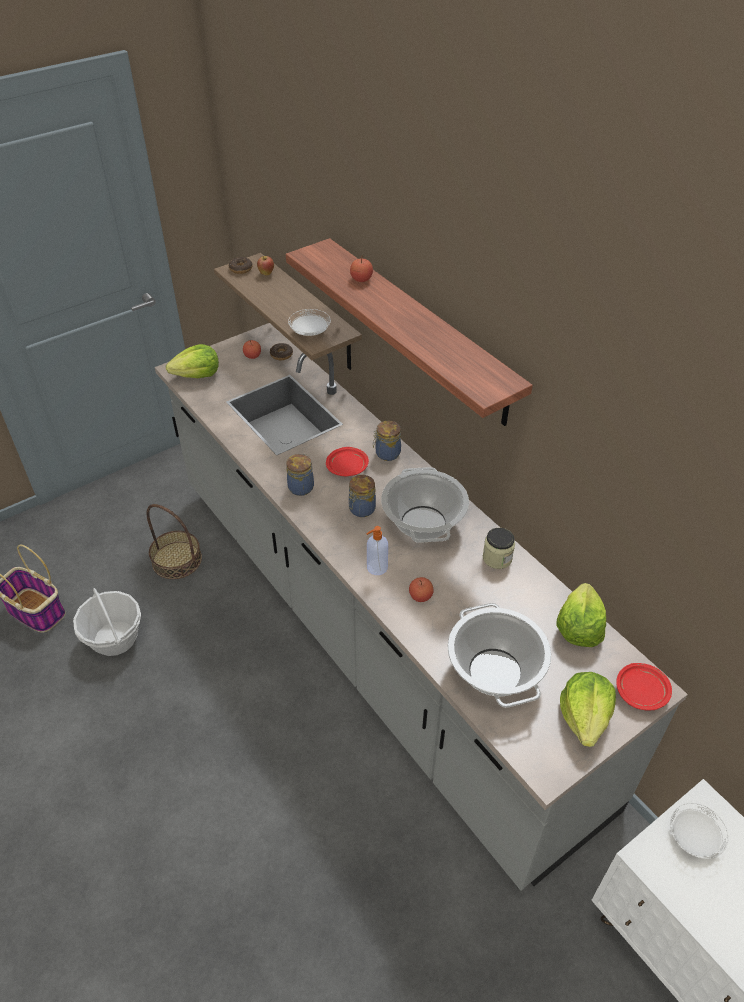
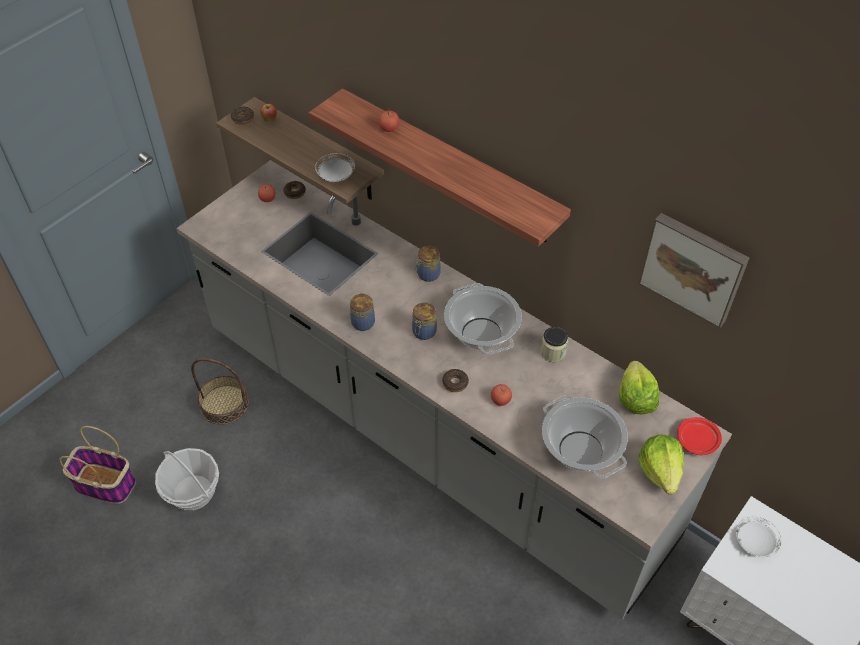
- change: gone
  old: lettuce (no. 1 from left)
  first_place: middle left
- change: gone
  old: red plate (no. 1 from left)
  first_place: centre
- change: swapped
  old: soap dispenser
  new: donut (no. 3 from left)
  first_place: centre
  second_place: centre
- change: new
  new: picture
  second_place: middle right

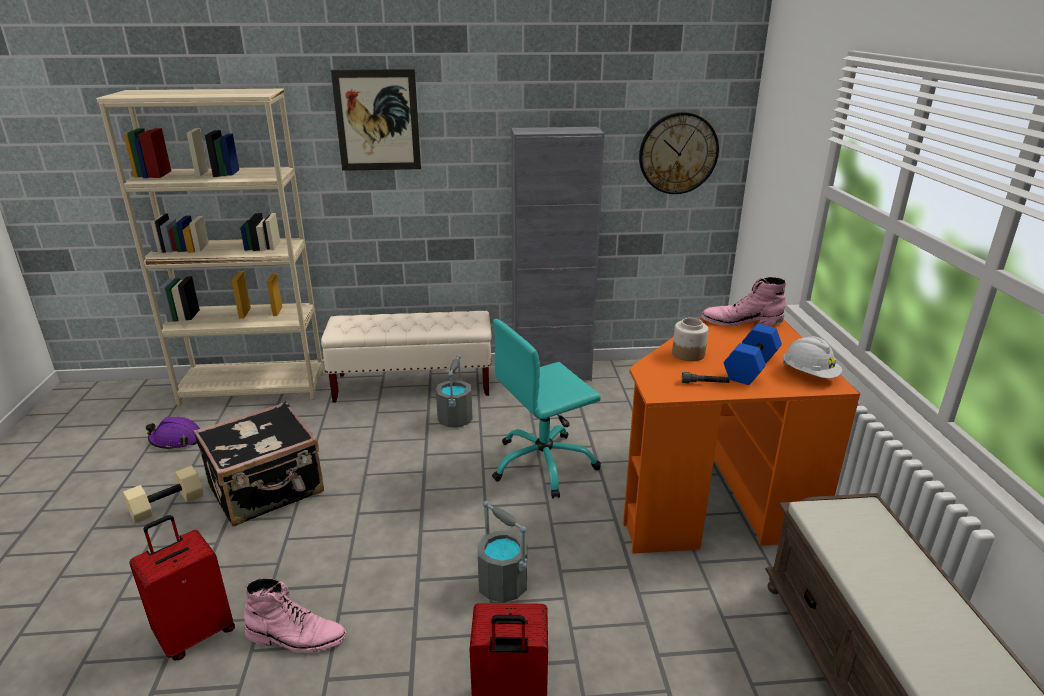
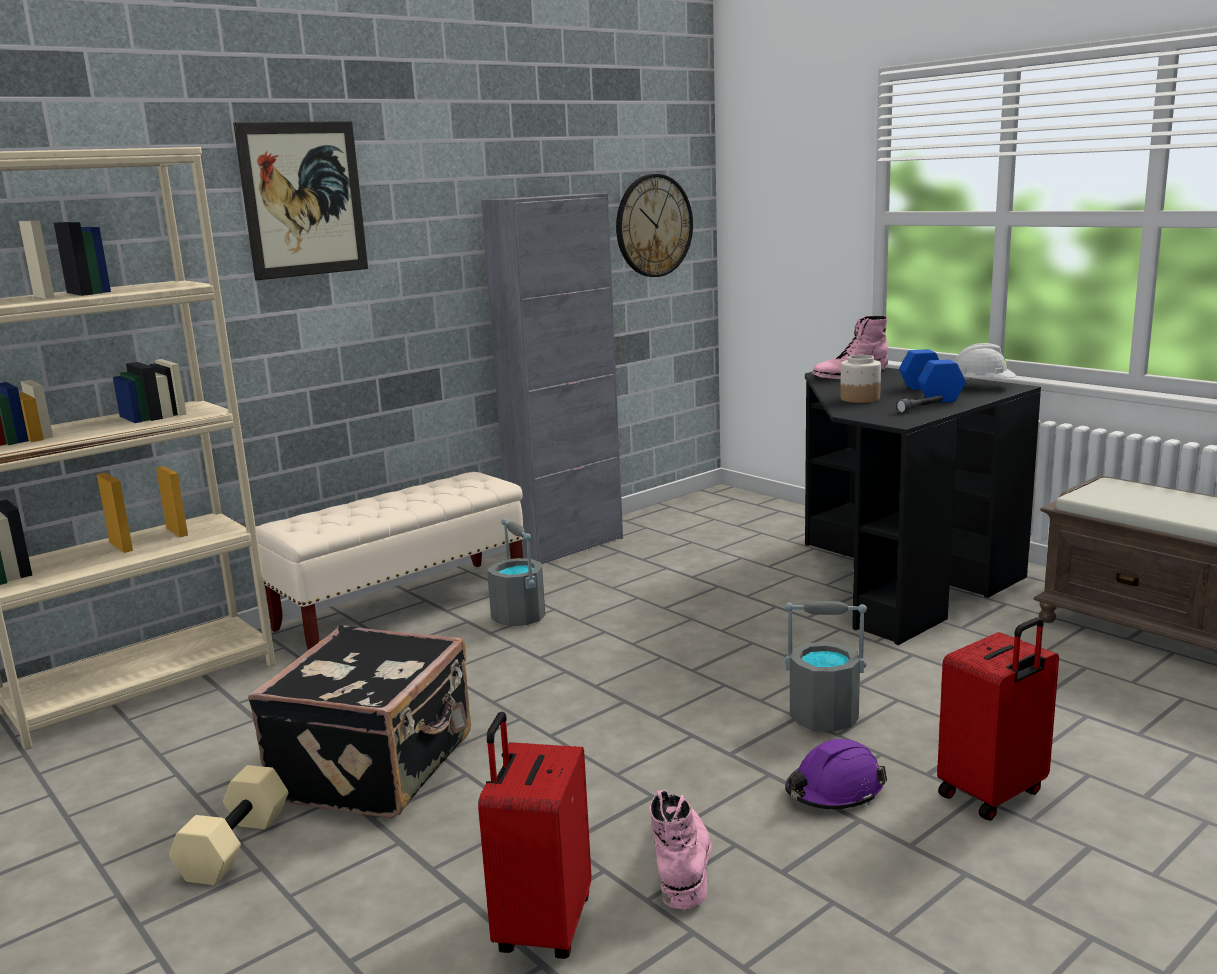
- change: repainted
  old: orange desk
  new: black desk
  first_place: middle right
  second_place: middle right
- change: gone
  old: turquoise office chair
  first_place: centre
- change: shifted
  old: purple hard hat
  first_place: middle left
  second_place: bottom right
- change: rotated
  old: pink boot (no. 1 from left)
  first_place: bottom left
  second_place: bottom centre
  degrees: -60

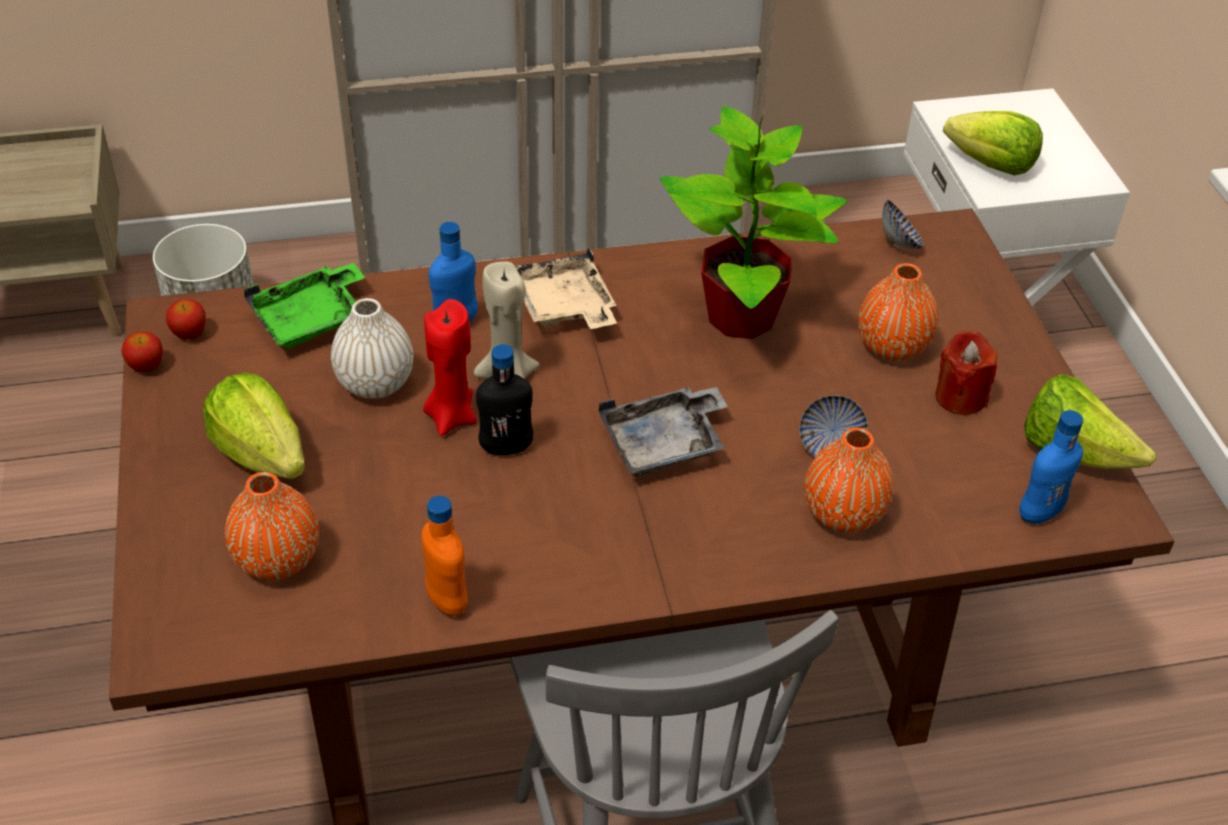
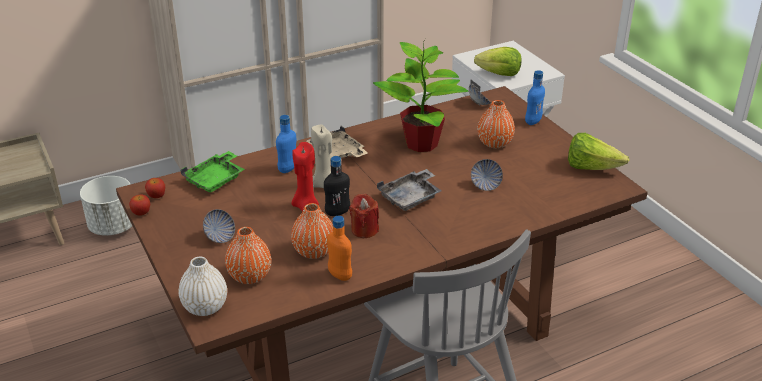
- change: shifted
  old: white vase
  first_place: middle left
  second_place: bottom left
- change: shifted
  old: red candle (no. 2 from left)
  first_place: middle right
  second_place: centre
- change: swapped
  old: lettuce (no. 1 from left)
  new: bowl (no. 1 from left)
  first_place: middle left
  second_place: middle left
- change: shifted
  old: blue bottle (no. 2 from left)
  first_place: middle right
  second_place: top right
- change: shifted
  old: orange vase (no. 2 from left)
  first_place: middle right
  second_place: centre

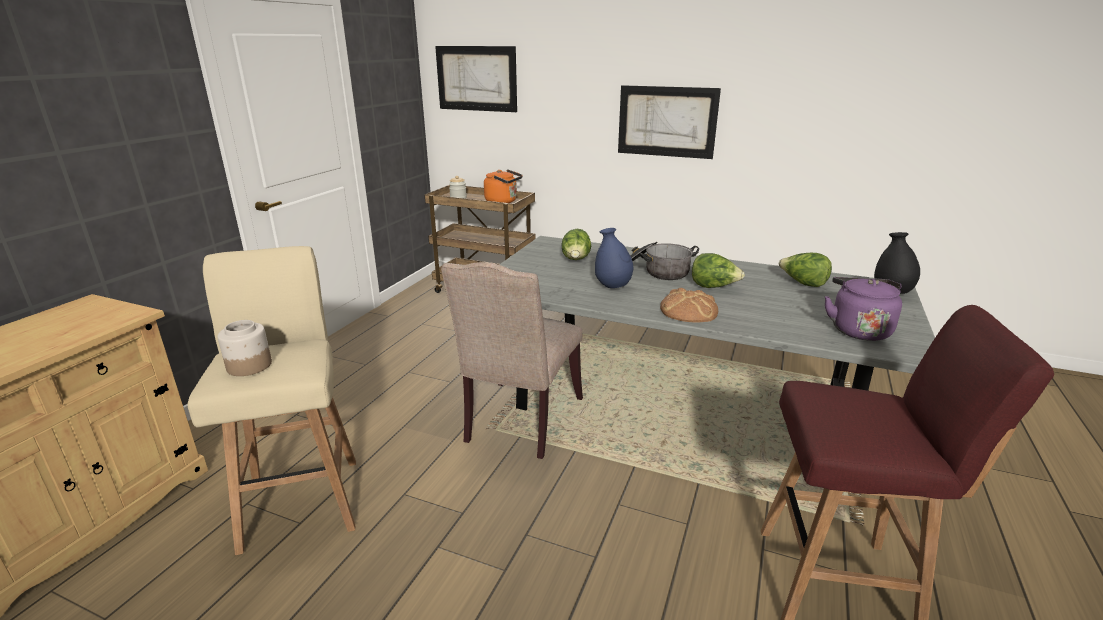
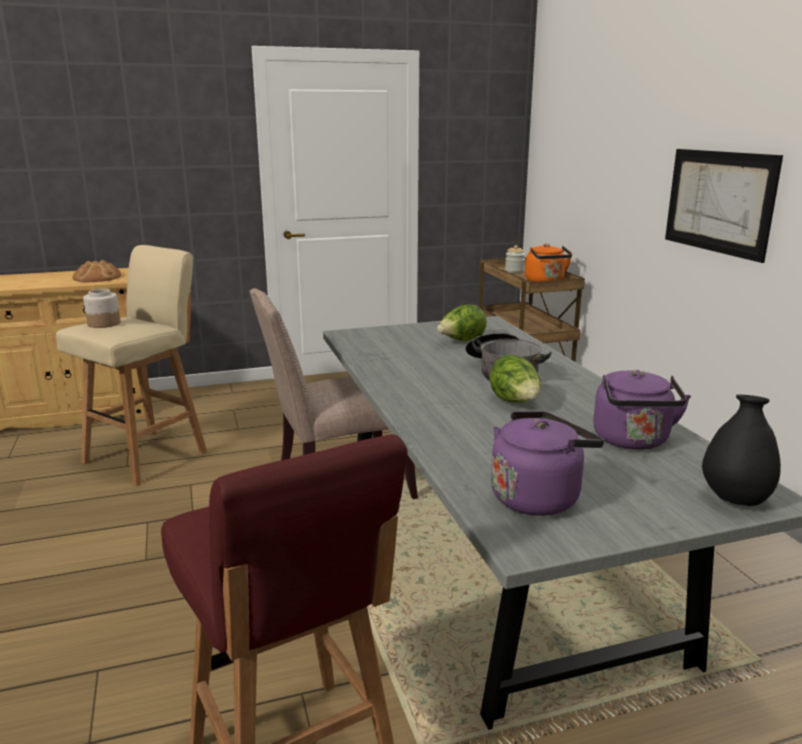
- change: gone
  old: picture (no. 1 from left)
  first_place: top centre
- change: gone
  old: blue vase
  first_place: centre
- change: swapped
  old: lettuce (no. 3 from left)
  new: purple kettle (no. 2 from left)
  first_place: middle right
  second_place: middle right
- change: shifted
  old: bread
  first_place: centre
  second_place: middle left

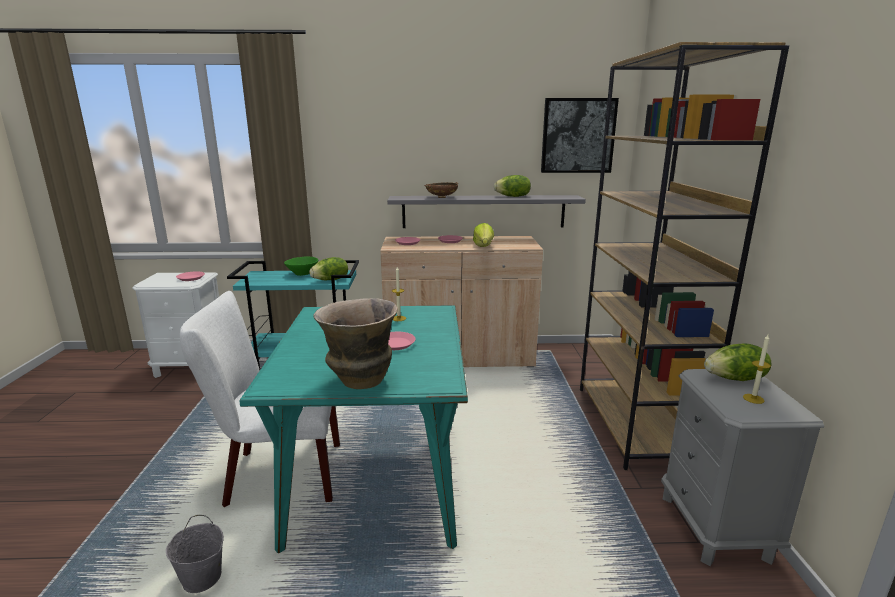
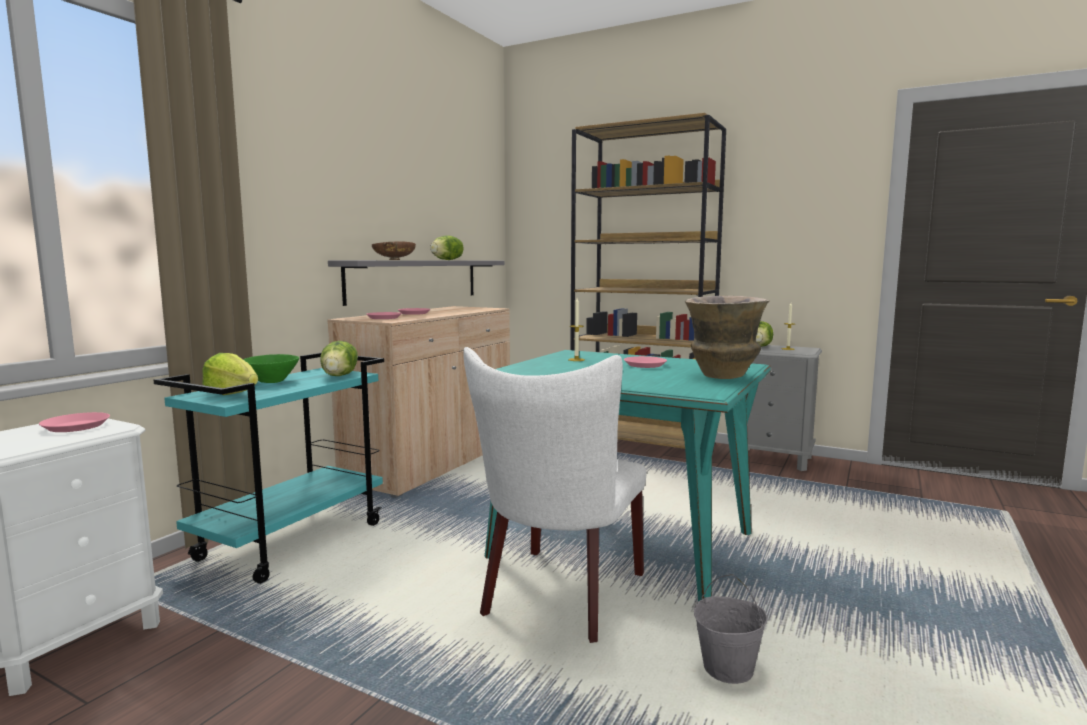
- change: gone
  old: picture
  first_place: top centre
- change: shifted
  old: lettuce (no. 2 from left in the first image)
  new: lettuce (no. 1 from left)
  first_place: centre
  second_place: middle left

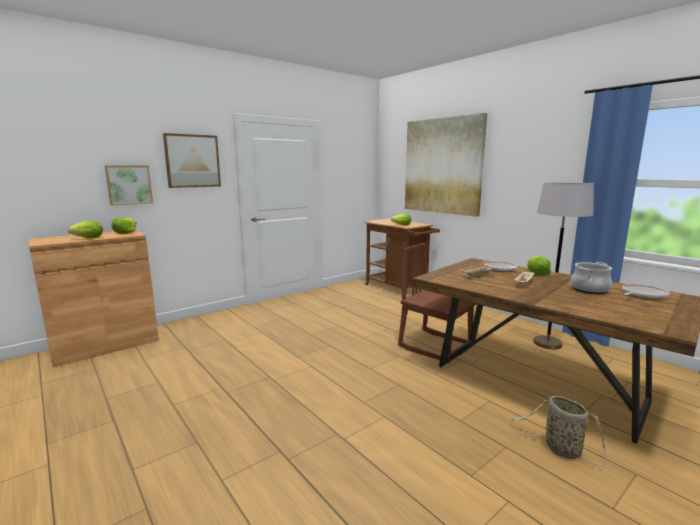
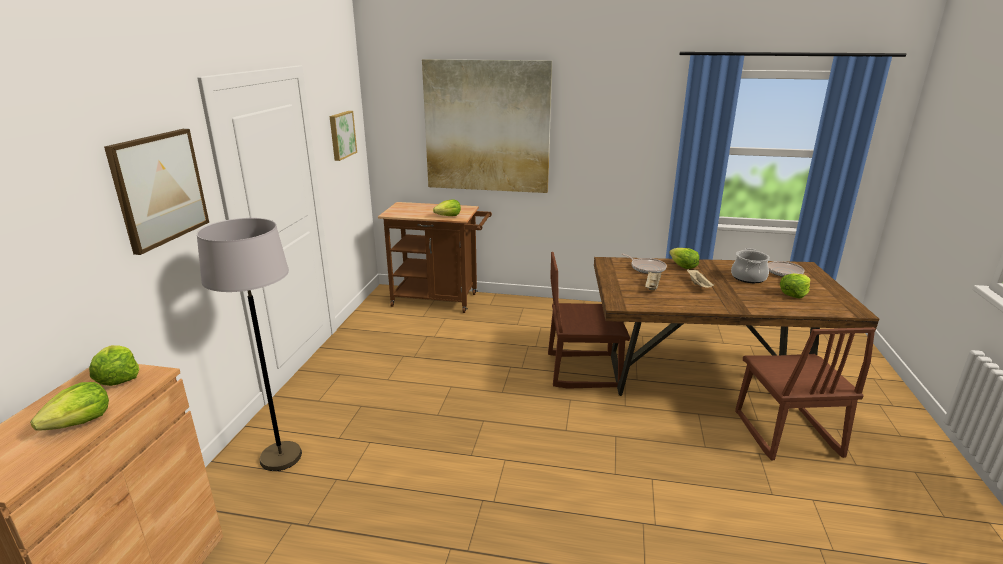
- change: shifted
  old: picture (no. 1 from left in the first image)
  new: picture (no. 2 from left)
  first_place: middle left
  second_place: top centre
- change: shifted
  old: grey floor lamp
  first_place: middle right
  second_place: middle left
- change: swapped
  old: basket
  new: brown chair (no. 2 from left)
  first_place: bottom right
  second_place: bottom right
- change: new
  new: lettuce (no. 5 from left)
  second_place: middle right

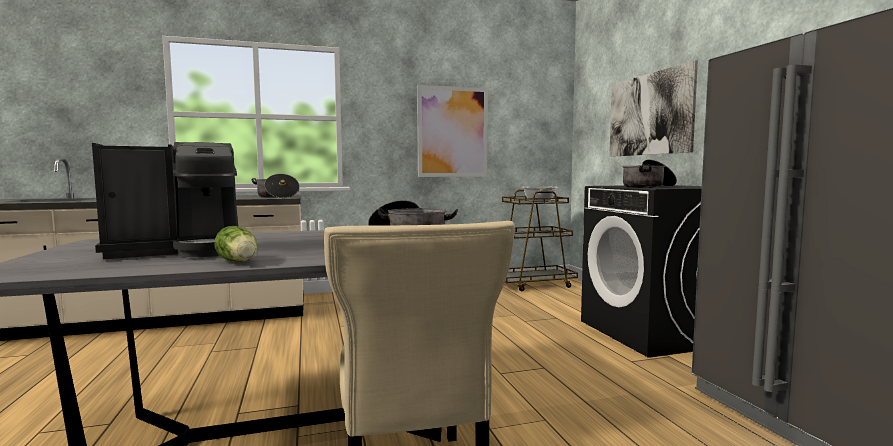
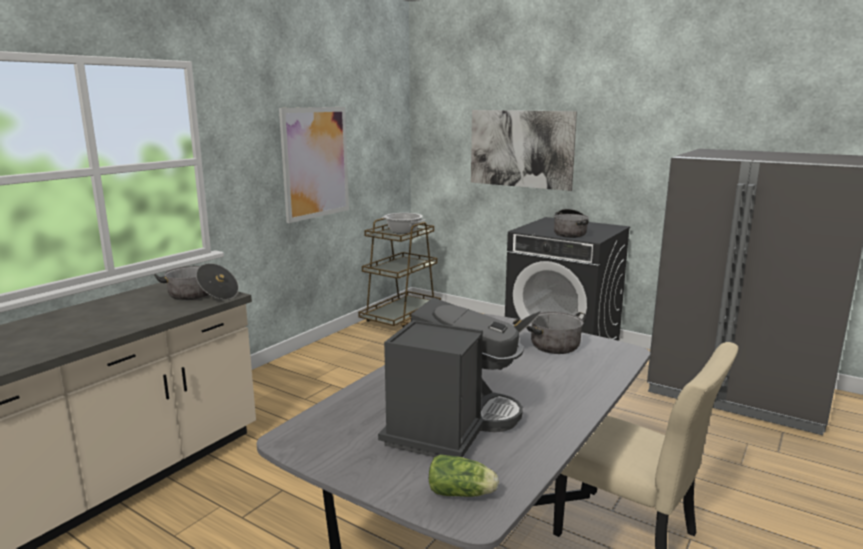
- change: shifted
  old: lettuce
  first_place: middle left
  second_place: bottom centre

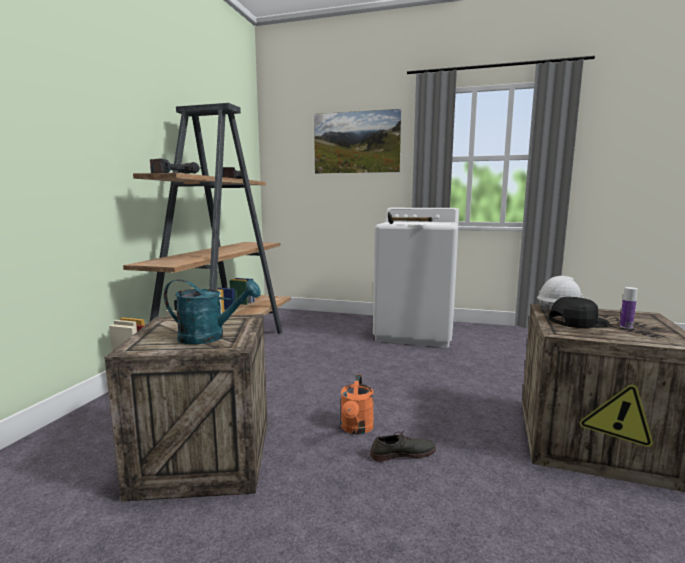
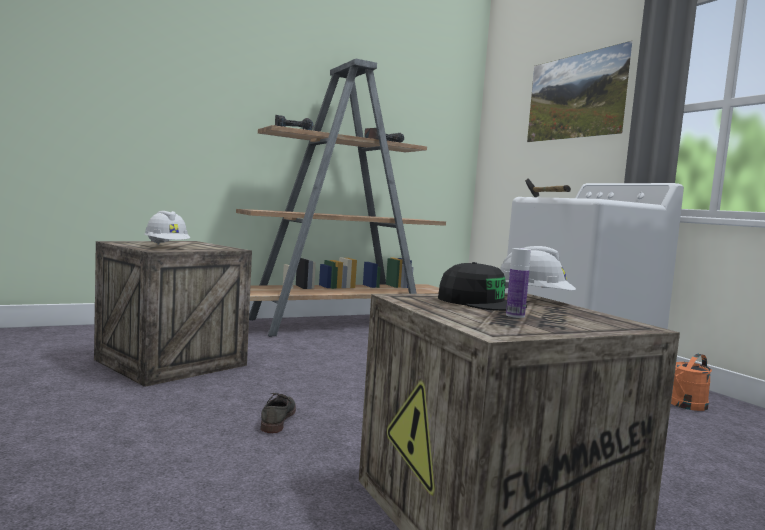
- change: swapped
  old: turquoise watering can
  new: white hard hat (no. 1 from left)
  first_place: middle left
  second_place: middle left
- change: shifted
  old: orange watering can
  first_place: bottom centre
  second_place: bottom right
- change: rotated
  old: grey shoe
  first_place: bottom centre
  second_place: bottom centre
  degrees: -120

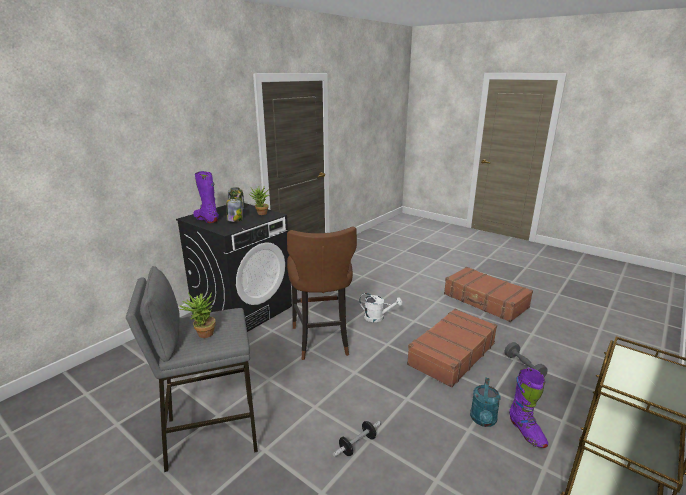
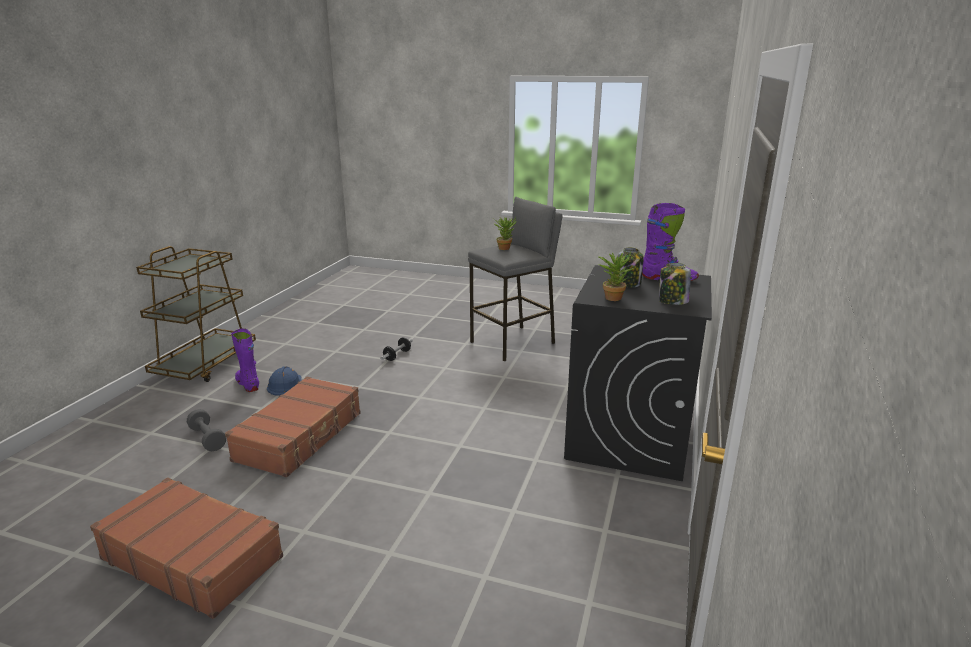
- change: gone
  old: brown stool
  first_place: centre
- change: gone
  old: white watering can
  first_place: centre
- change: swapped
  old: turquoise watering can
  new: blue hard hat
  first_place: bottom right
  second_place: middle left

